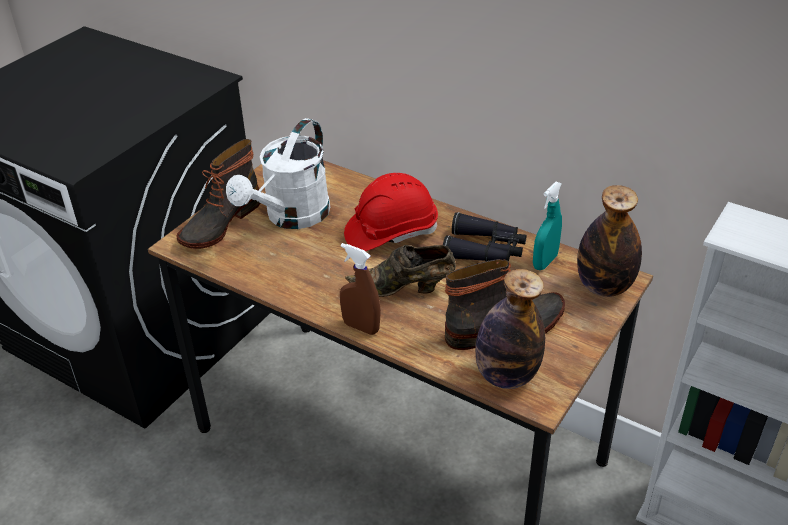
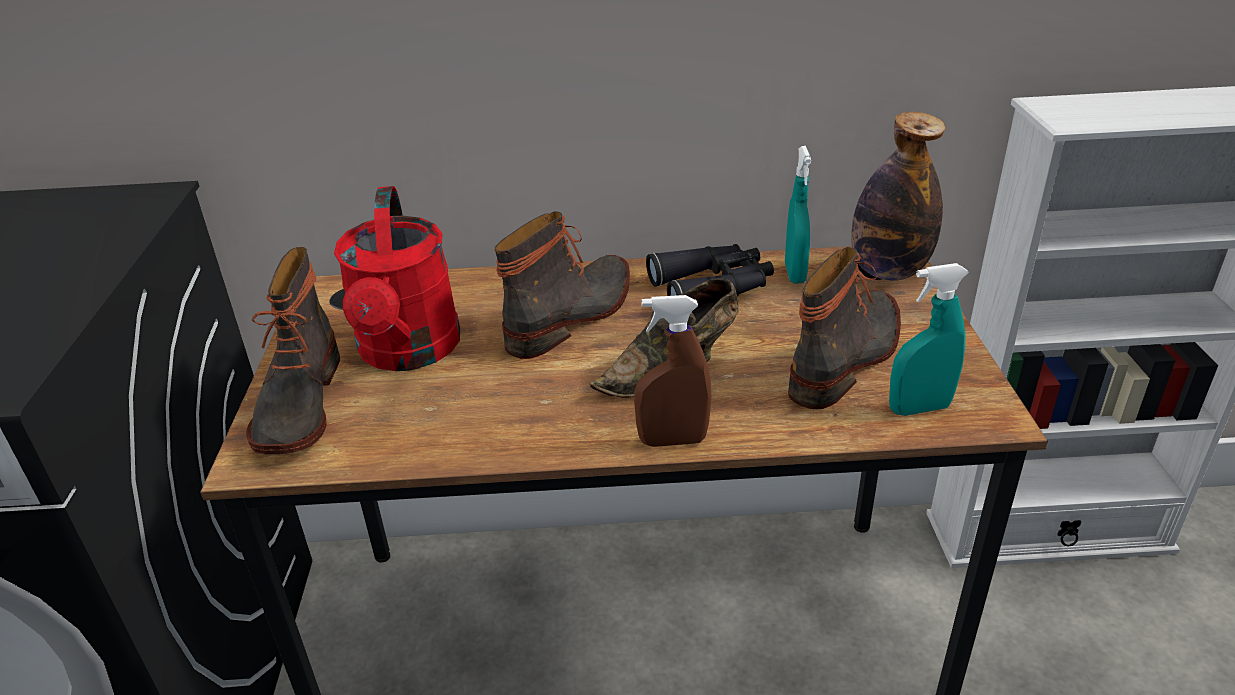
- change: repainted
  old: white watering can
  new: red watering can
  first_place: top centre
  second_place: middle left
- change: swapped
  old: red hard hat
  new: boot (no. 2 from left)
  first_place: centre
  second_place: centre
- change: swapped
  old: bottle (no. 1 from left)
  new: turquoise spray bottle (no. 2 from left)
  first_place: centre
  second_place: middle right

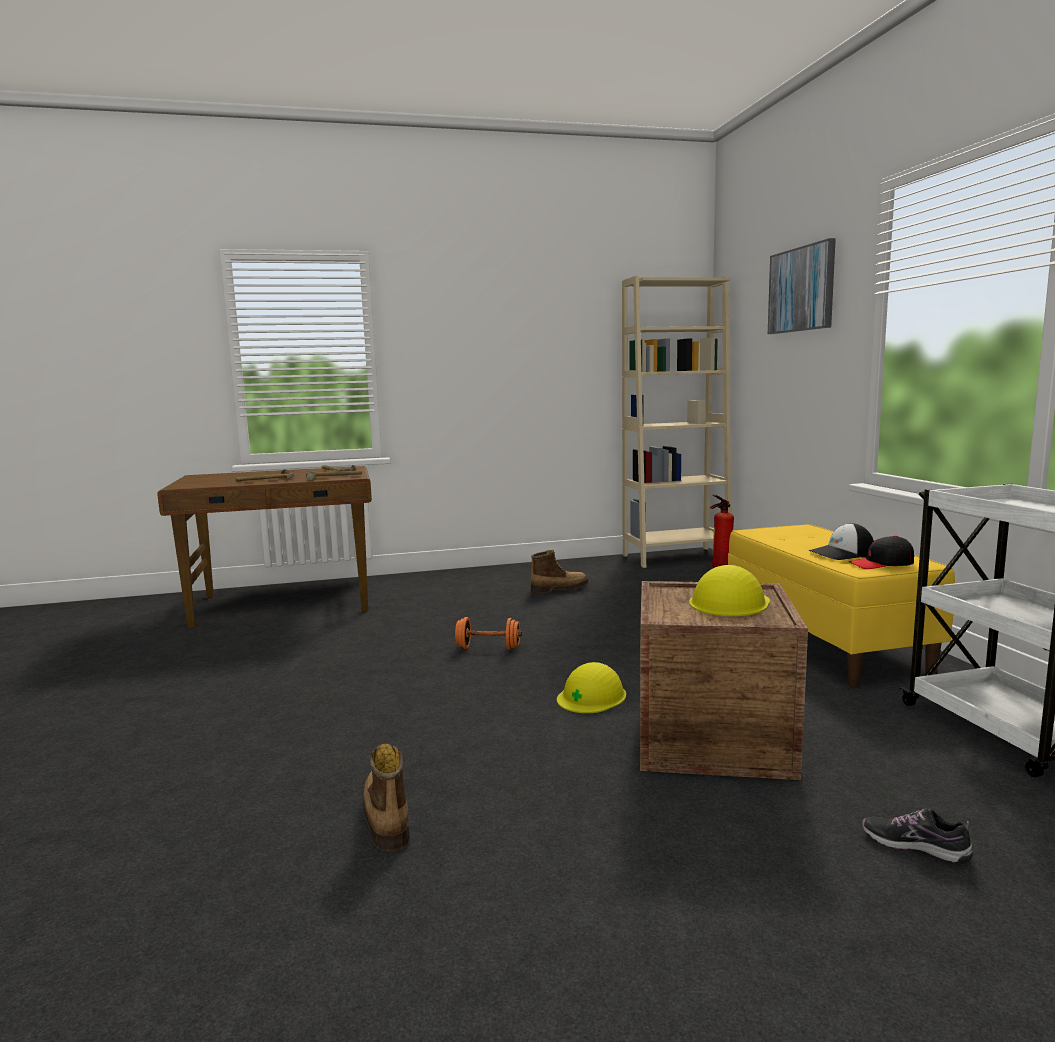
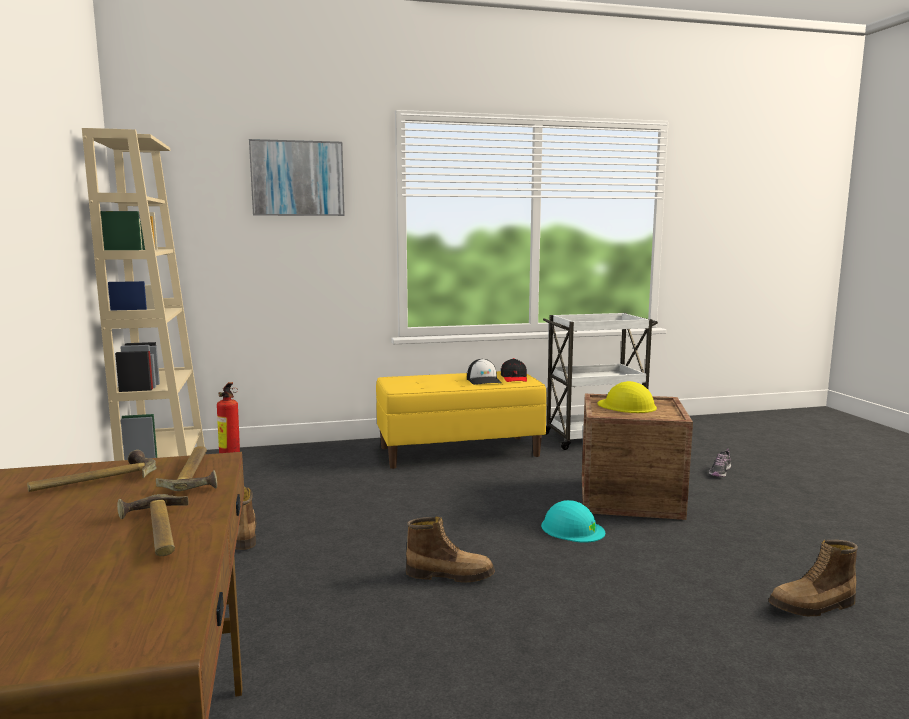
- change: swapped
  old: orange dumbbell
  new: boot (no. 2 from left)
  first_place: centre
  second_place: bottom centre
- change: repainted
  old: yellow hard hat (no. 1 from left)
  new: turquoise hard hat
  first_place: centre
  second_place: bottom centre

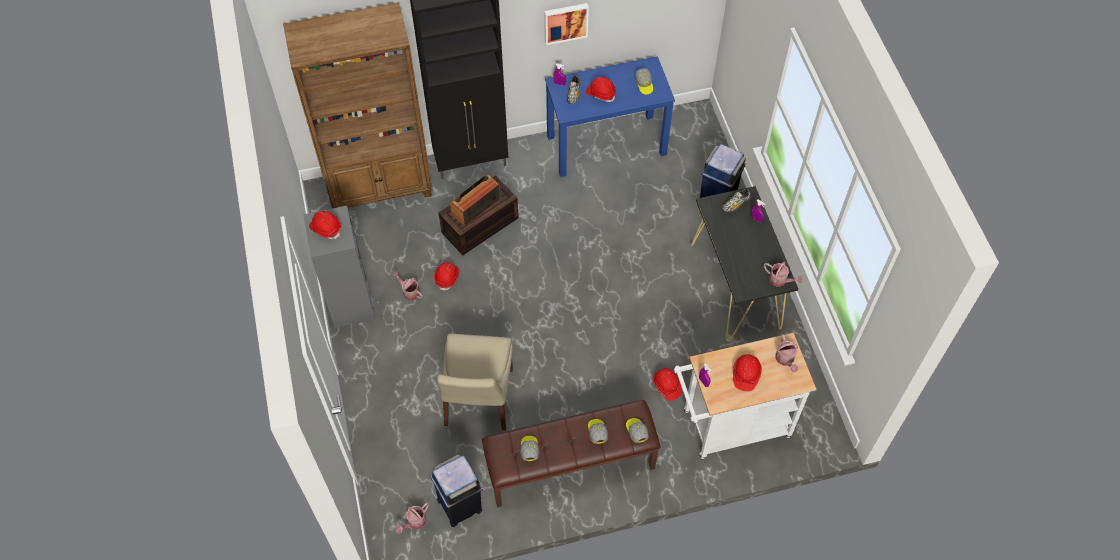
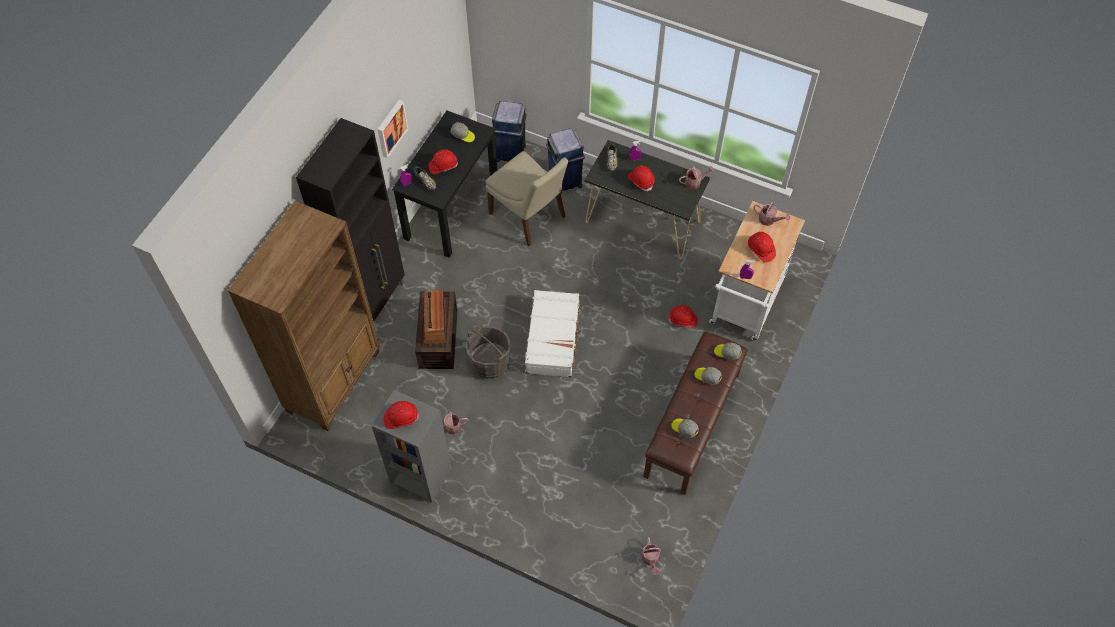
- change: repainted
  old: blue desk
  new: black desk
  first_place: top centre
  second_place: top centre
- change: shifted
  old: red hard hat (no. 2 from left in the first image)
  new: red hard hat (no. 3 from left)
  first_place: centre
  second_place: top centre
- change: shifted
  old: beige chair
  first_place: bottom centre
  second_place: top centre
- change: shifted
  old: blue trash can (no. 1 from left)
  first_place: bottom centre
  second_place: top centre
- change: new
  new: white suitcase
  second_place: centre
- change: new
  new: grey bucket
  second_place: centre

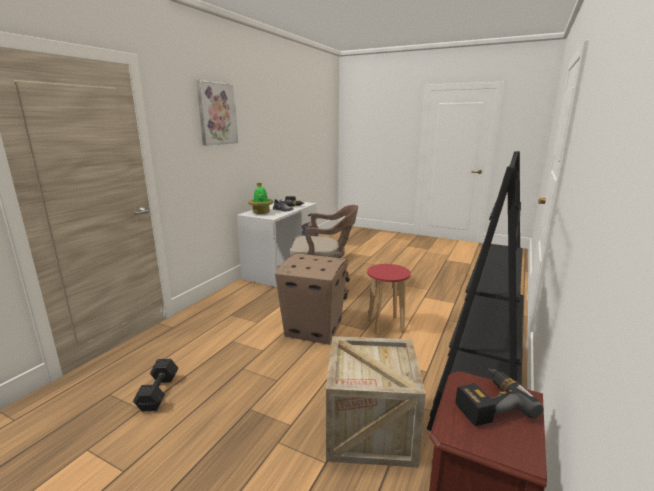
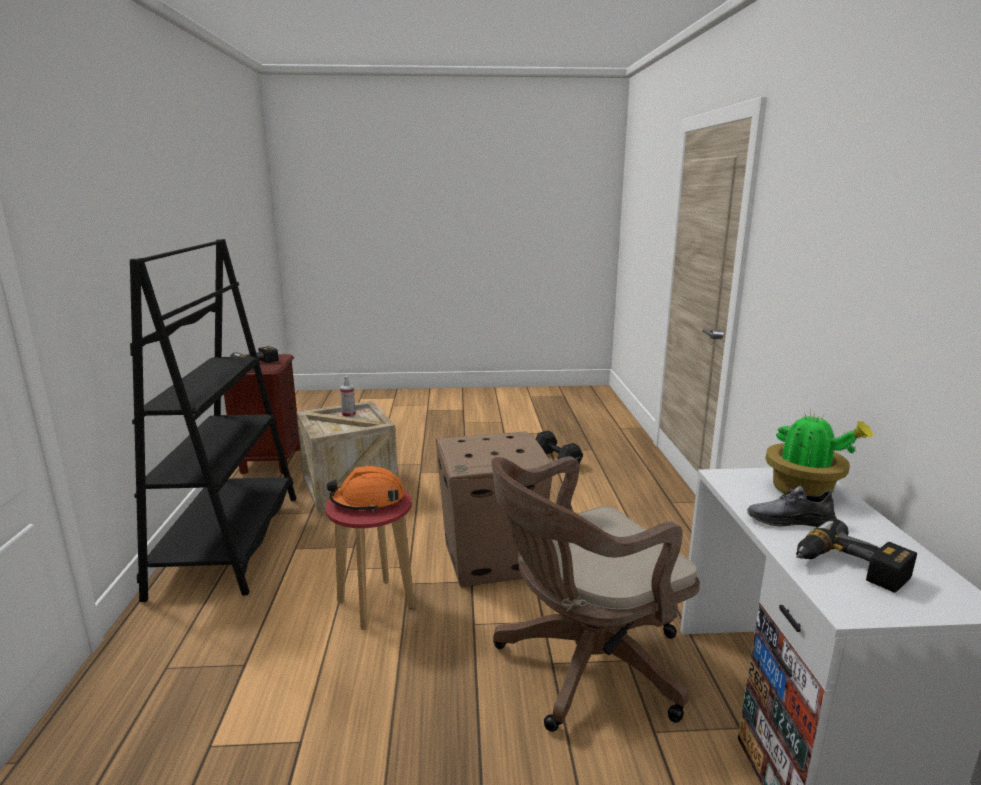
- change: gone
  old: picture
  first_place: top left
- change: new
  new: spray bottle
  second_place: centre
- change: new
  new: orange hard hat
  second_place: centre

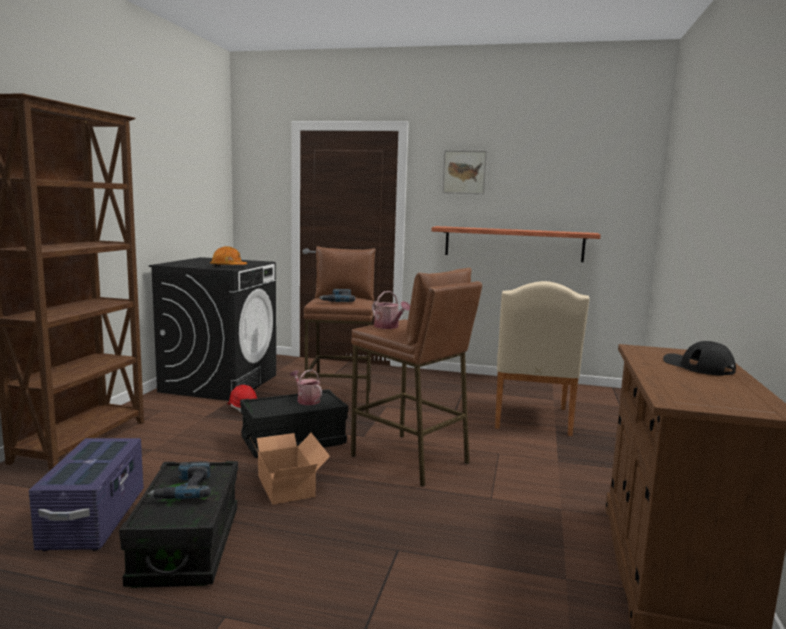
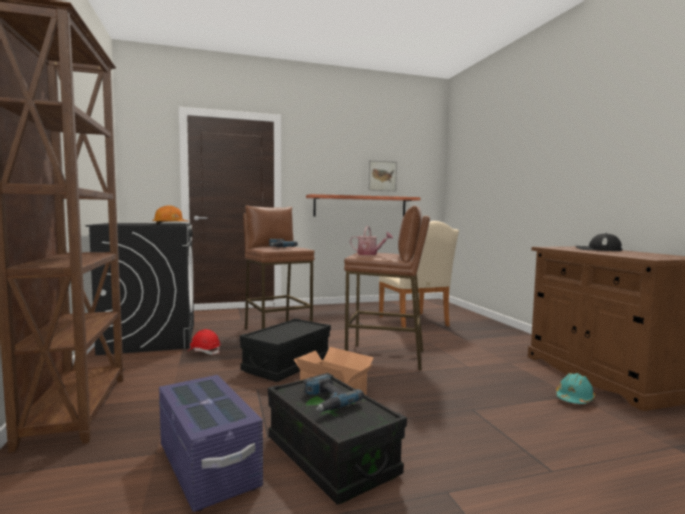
- change: shifted
  old: picture
  first_place: top centre
  second_place: centre
- change: gone
  old: watering can (no. 1 from left)
  first_place: centre
- change: new
  new: turquoise hard hat
  second_place: bottom right

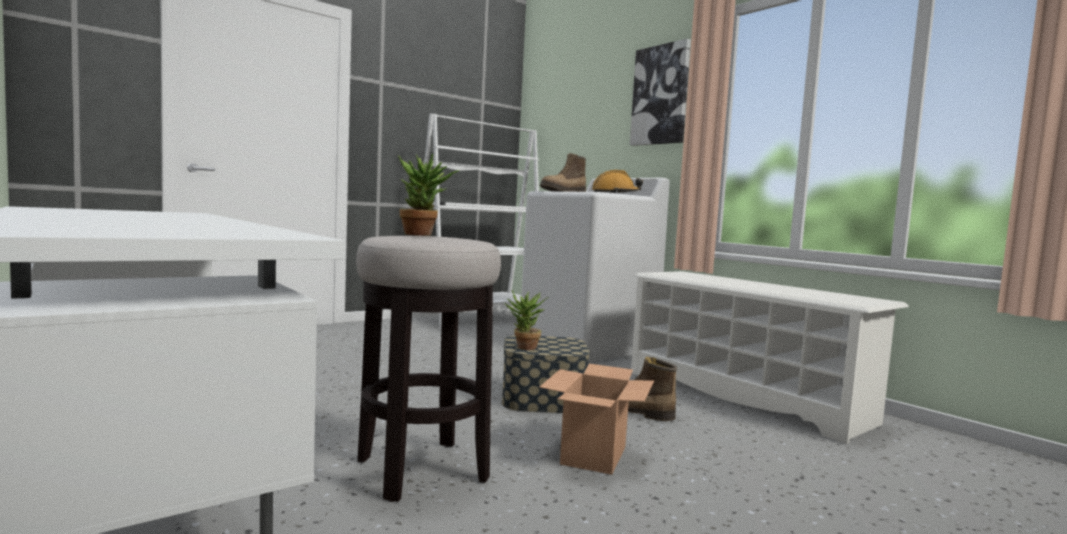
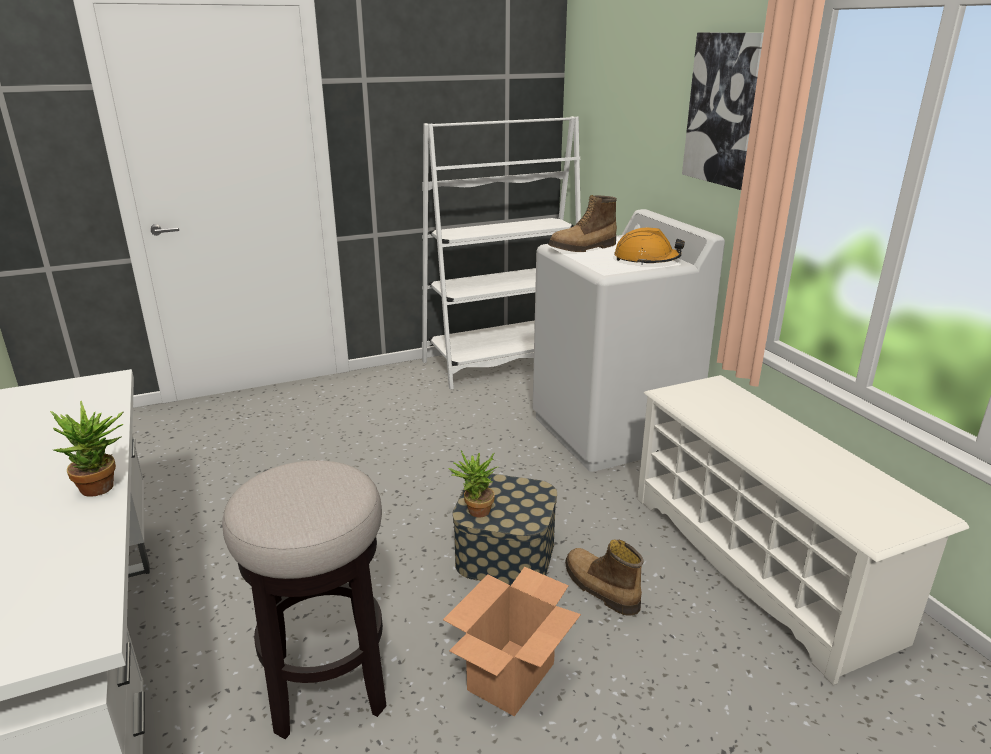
- change: shifted
  old: potted plant (no. 1 from left)
  first_place: centre
  second_place: middle left

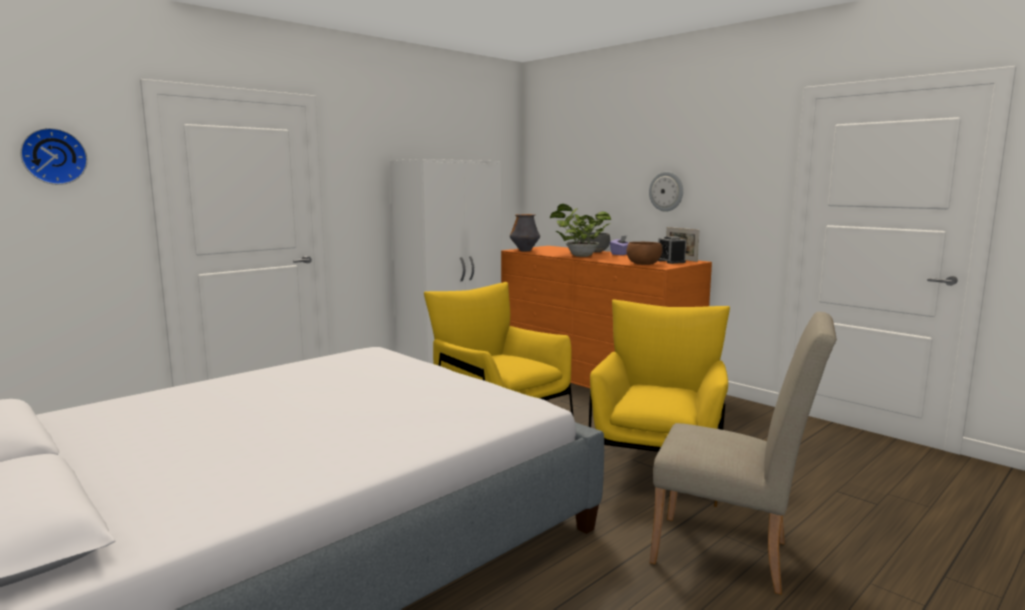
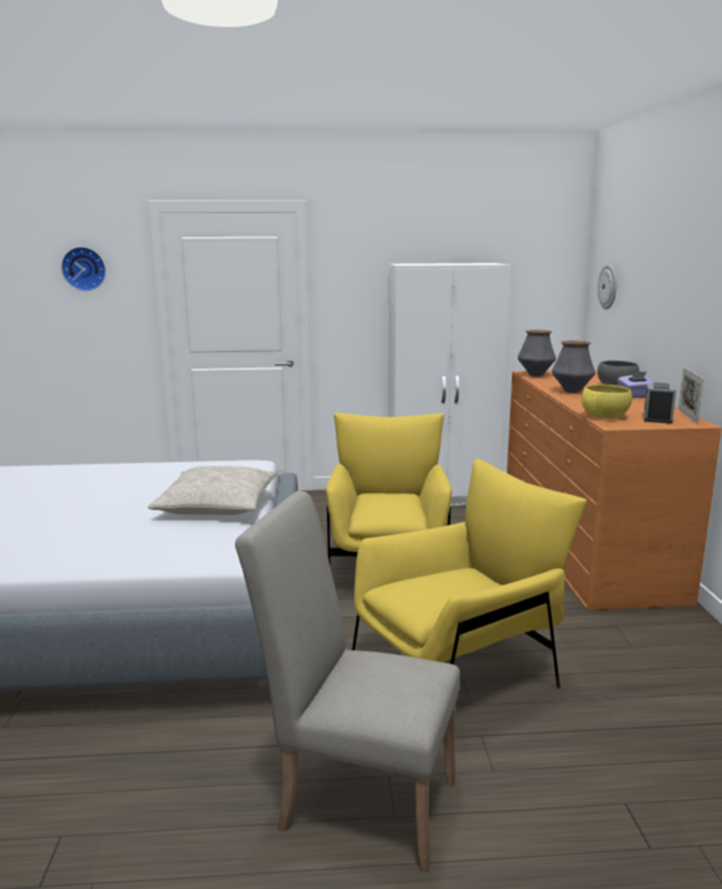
- change: shifted
  old: wall clock (no. 2 from left)
  first_place: top centre
  second_place: top right
- change: swapped
  old: potted plant
  new: vase (no. 2 from left)
  first_place: centre
  second_place: middle right
- change: repainted
  old: brown bowl
  new: yellow bowl
  first_place: centre
  second_place: middle right
- change: rotated
  old: beige chair
  first_place: bottom right
  second_place: bottom centre
  degrees: 135
- change: new
  new: beige pillow
  second_place: middle left

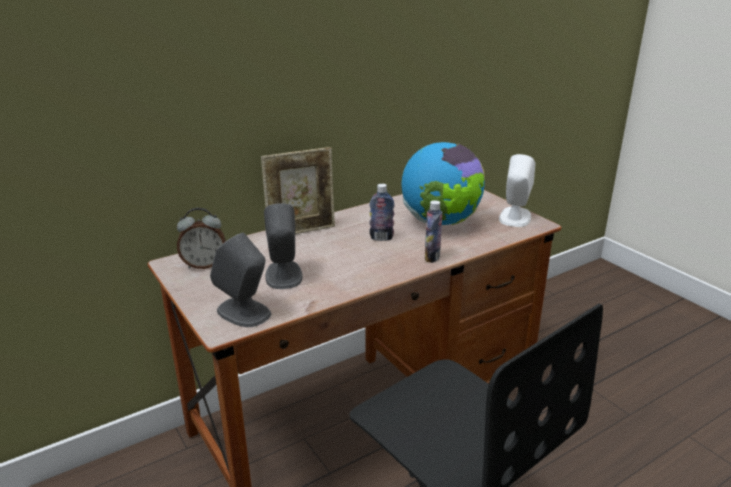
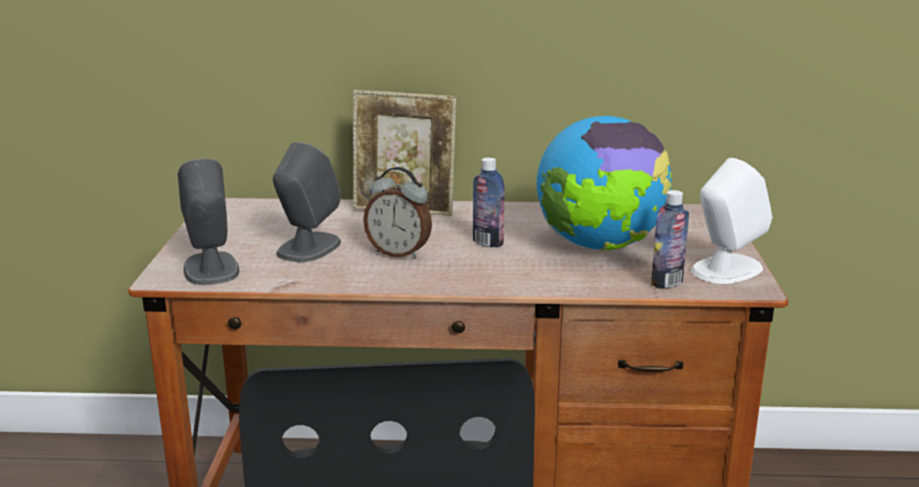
- change: shifted
  old: bottle (no. 2 from left)
  first_place: centre
  second_place: middle right
- change: shifted
  old: alarm clock
  first_place: middle left
  second_place: centre

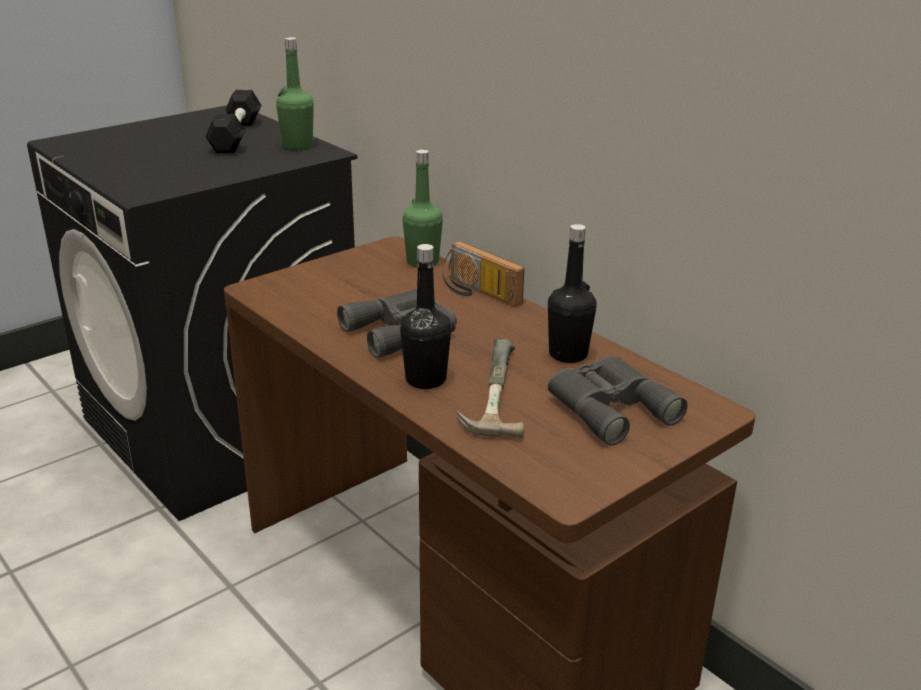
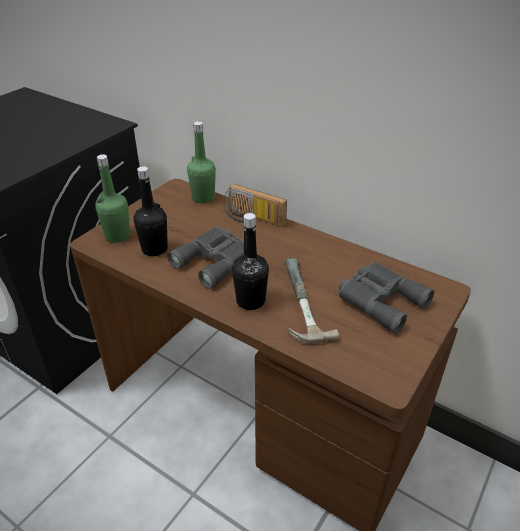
- change: shifted
  old: green bottle (no. 1 from left)
  first_place: top left
  second_place: middle left
- change: gone
  old: black dumbbell
  first_place: top left
- change: shifted
  old: black bottle (no. 2 from left in the first image)
  new: black bottle (no. 1 from left)
  first_place: centre
  second_place: middle left

